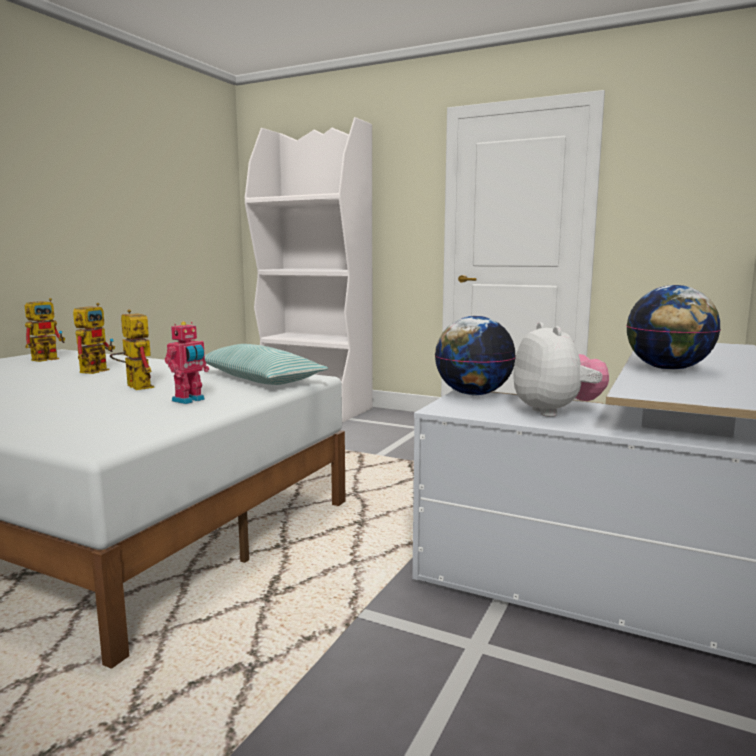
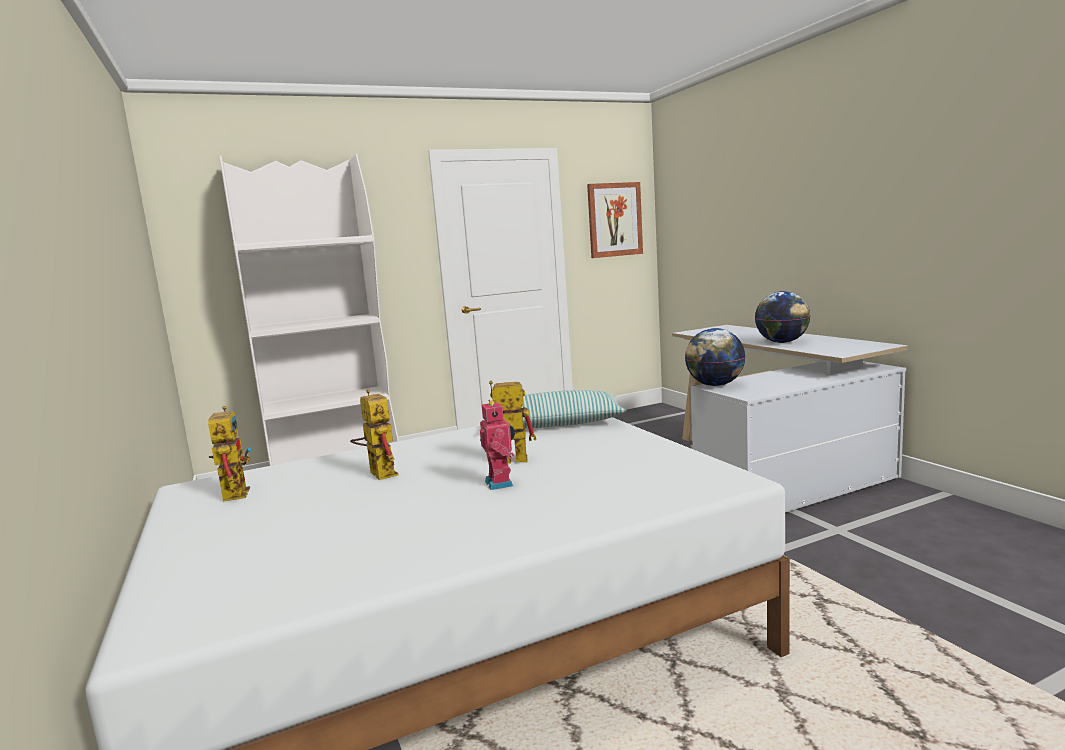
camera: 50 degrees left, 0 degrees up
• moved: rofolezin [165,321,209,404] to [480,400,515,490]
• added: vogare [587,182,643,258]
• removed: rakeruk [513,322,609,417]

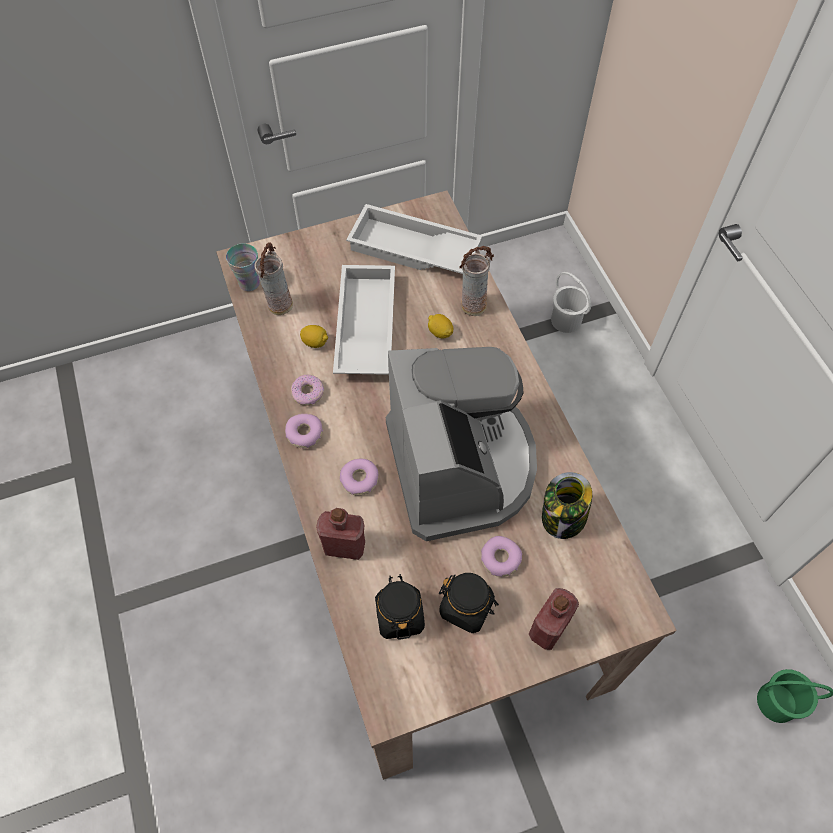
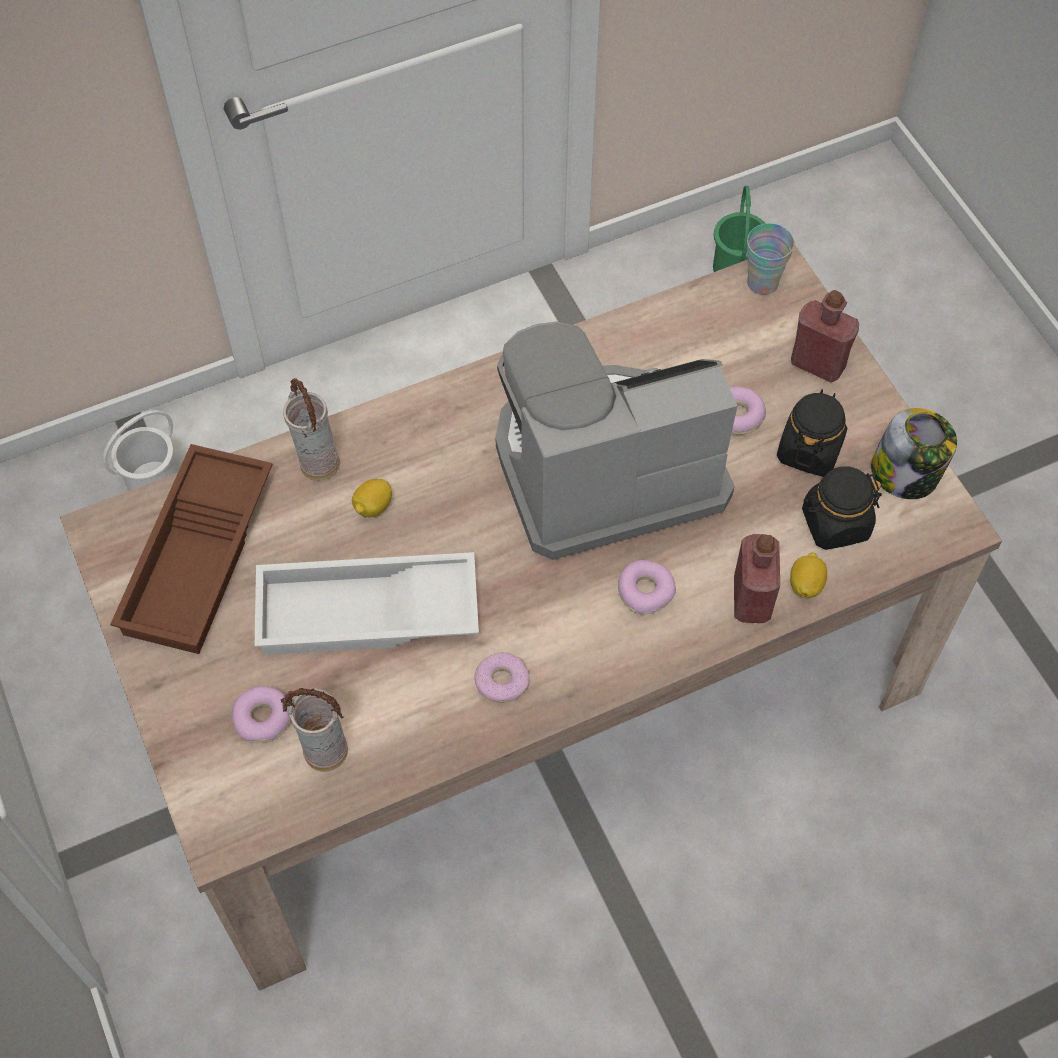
camera: 95 degrees left, 0 degrees up
• recoloured: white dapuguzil [346,204,482,274] to brown dapuguzil [110,444,273,654]
• moved: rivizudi [285,414,323,448] to [231,686,291,743]
• moved: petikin [226,243,260,291] to [747,223,795,295]
• moved: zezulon [300,325,328,348] to [790,552,827,598]
• moved: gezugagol [542,472,592,539] to [871,408,957,499]

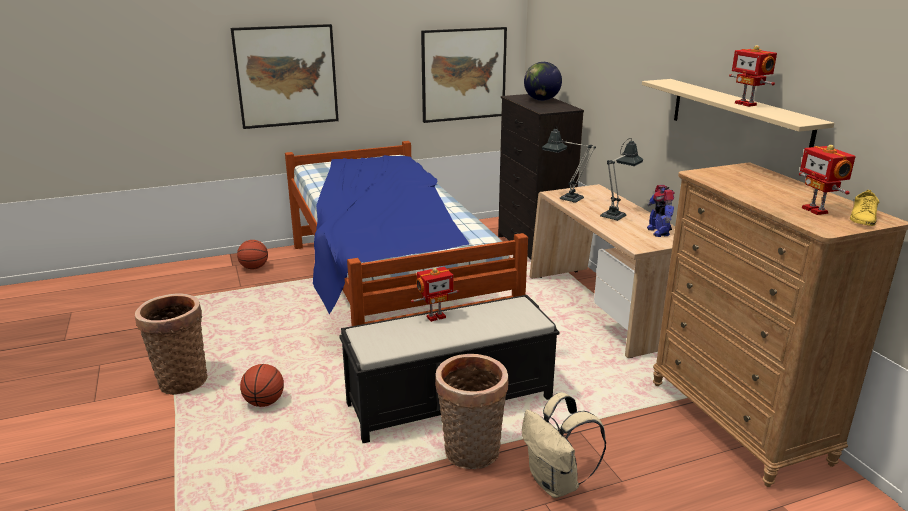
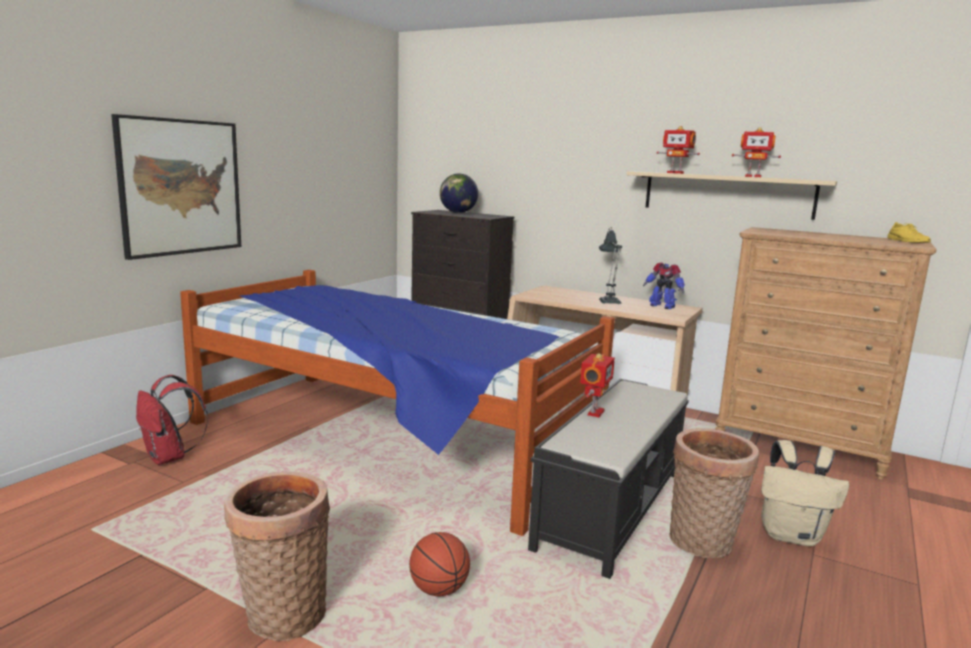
camera: 40 degrees left, 10 degrees down
• replaced: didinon [237,240,268,269] to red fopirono [136,375,208,465]
• moved: rofolezin [799,145,856,215] to [657,126,700,174]
• removed: vogare [421,27,507,123]
• removed: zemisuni [542,128,596,203]

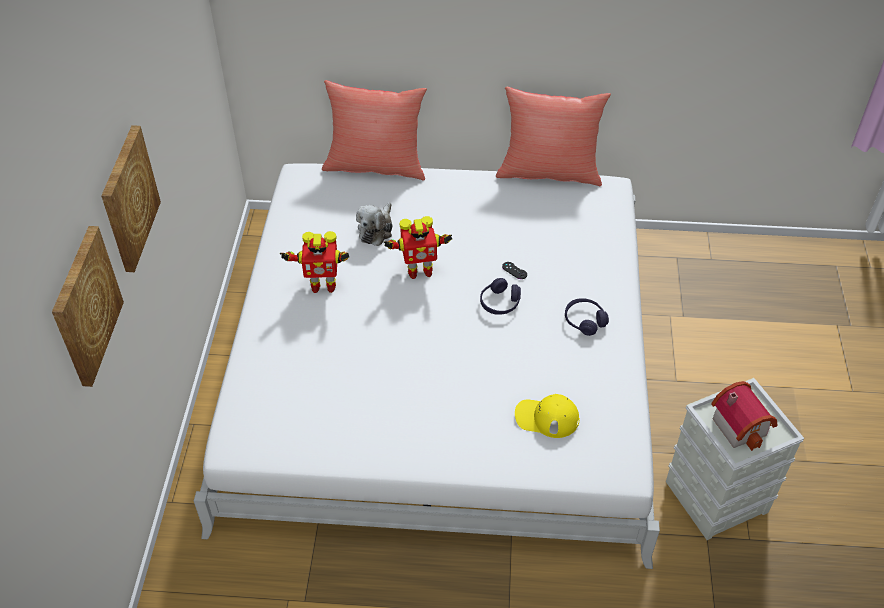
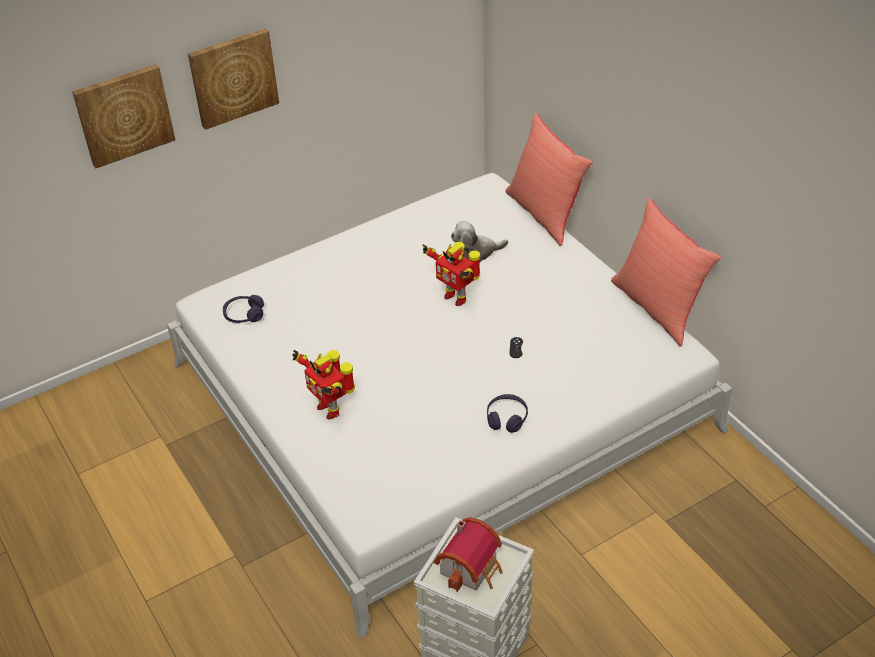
camera: 55 degrees right, 5 degrees down
• moved: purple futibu [480,278,521,315] to [223,295,264,323]
• moved: rofolezin [280,231,349,293] to [292,350,355,419]
• removed: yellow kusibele [515,394,580,438]

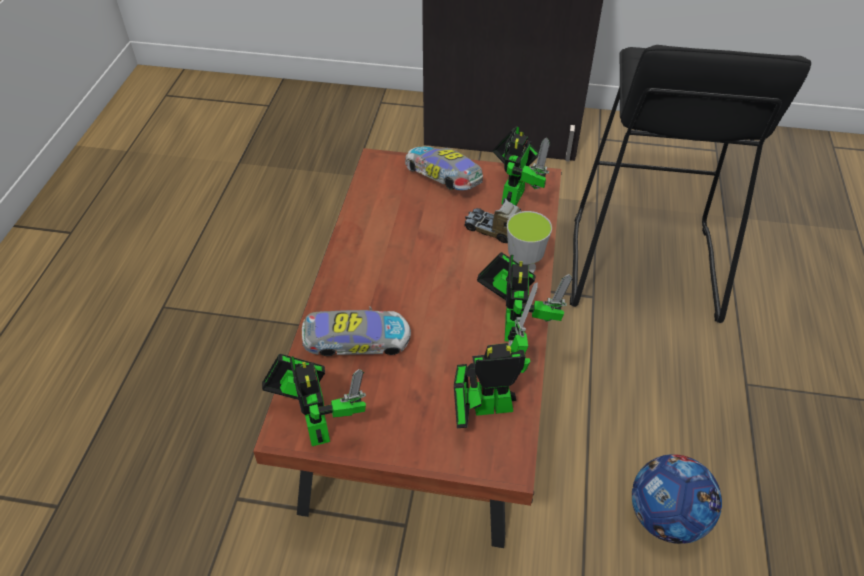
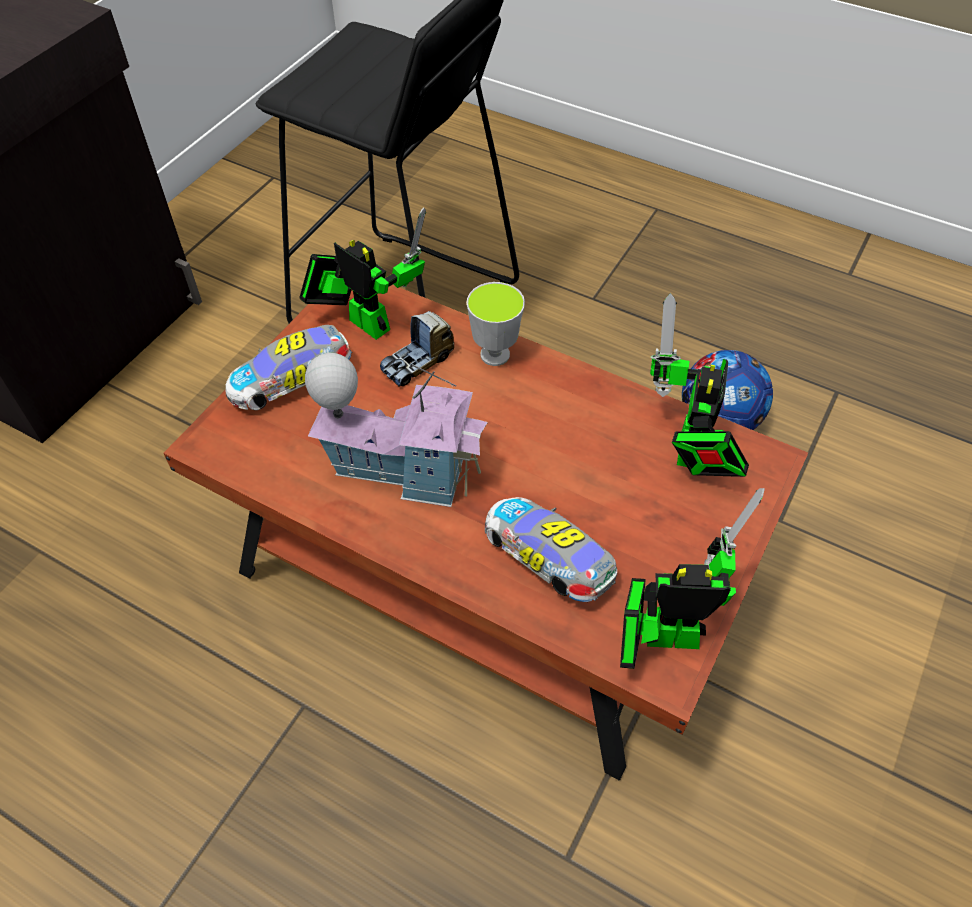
camera: 70 degrees left, 5 degrees up
• added: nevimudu [305,353,488,507]
• turned: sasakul [302,306,411,356] = [485,497,617,602] 60 degrees counterclockwise
• removed: rofolezin [477,252,573,342]

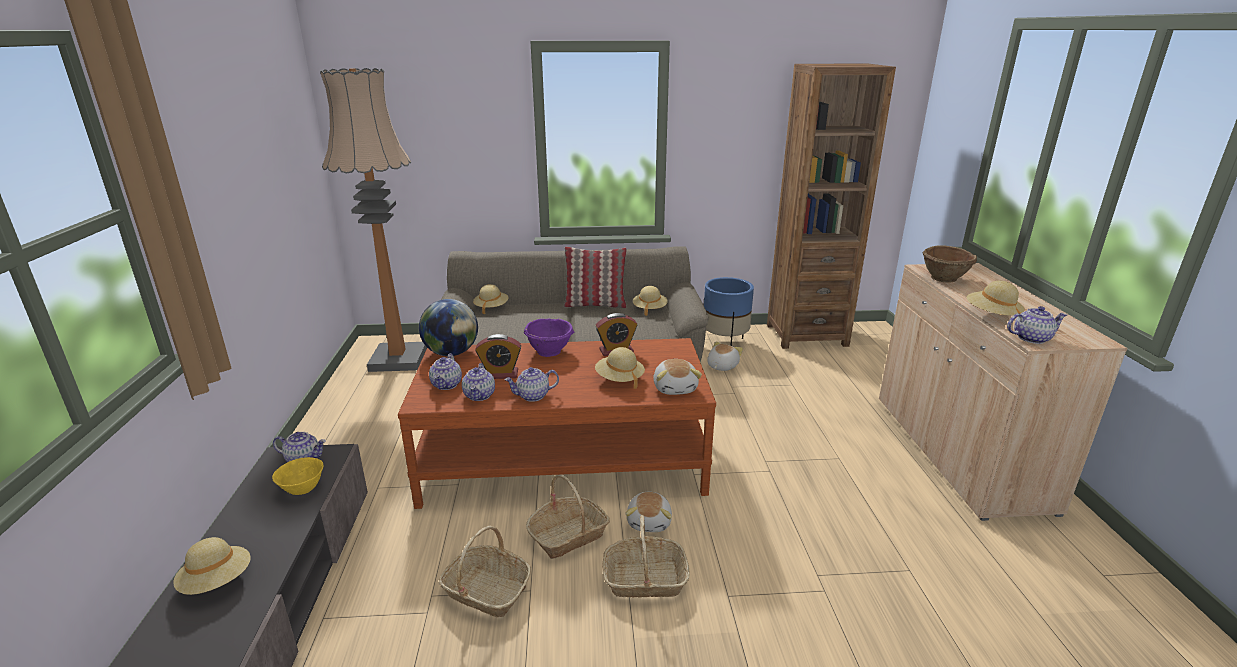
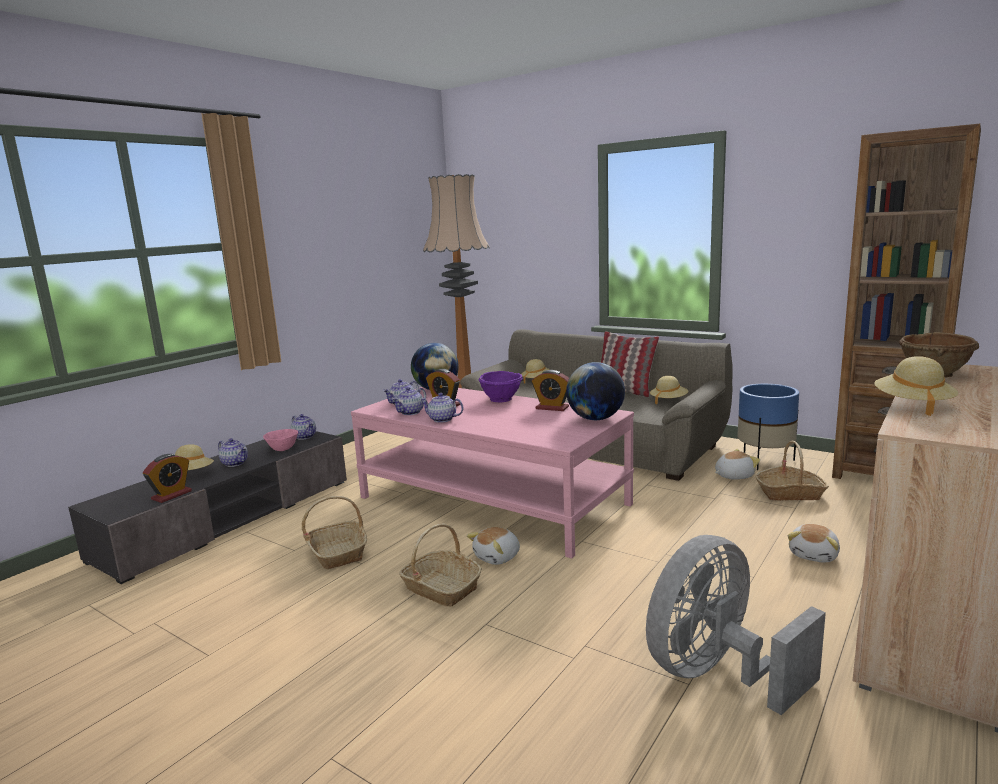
camera: 40 degrees right, 10 degrees down
• added: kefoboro [143,454,192,503]
• moved: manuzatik [1007,306,1067,344] to [218,438,248,467]
• recoloured: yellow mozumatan [272,457,324,495] to pink mozumatan [263,429,298,451]
• recoloured: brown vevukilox [398,338,716,509] to pink vevukilox [351,387,634,558]
• added: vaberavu [566,362,625,420]
• added: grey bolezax [646,535,826,715]
• moved: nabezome [526,474,610,559] to [755,441,829,501]
• moved: rakeruk [653,359,702,395] to [787,524,840,563]
• removed: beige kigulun [595,347,645,389]

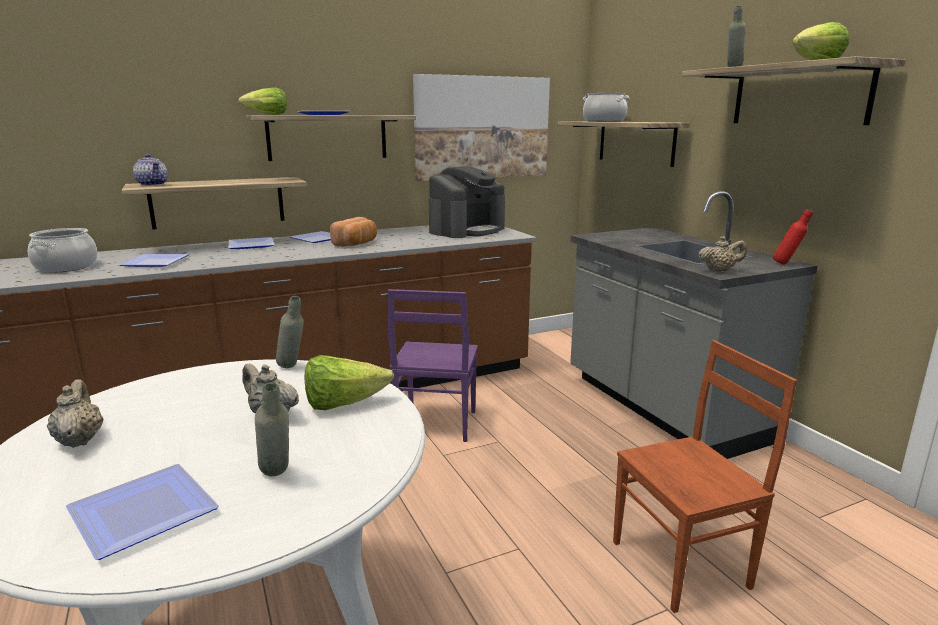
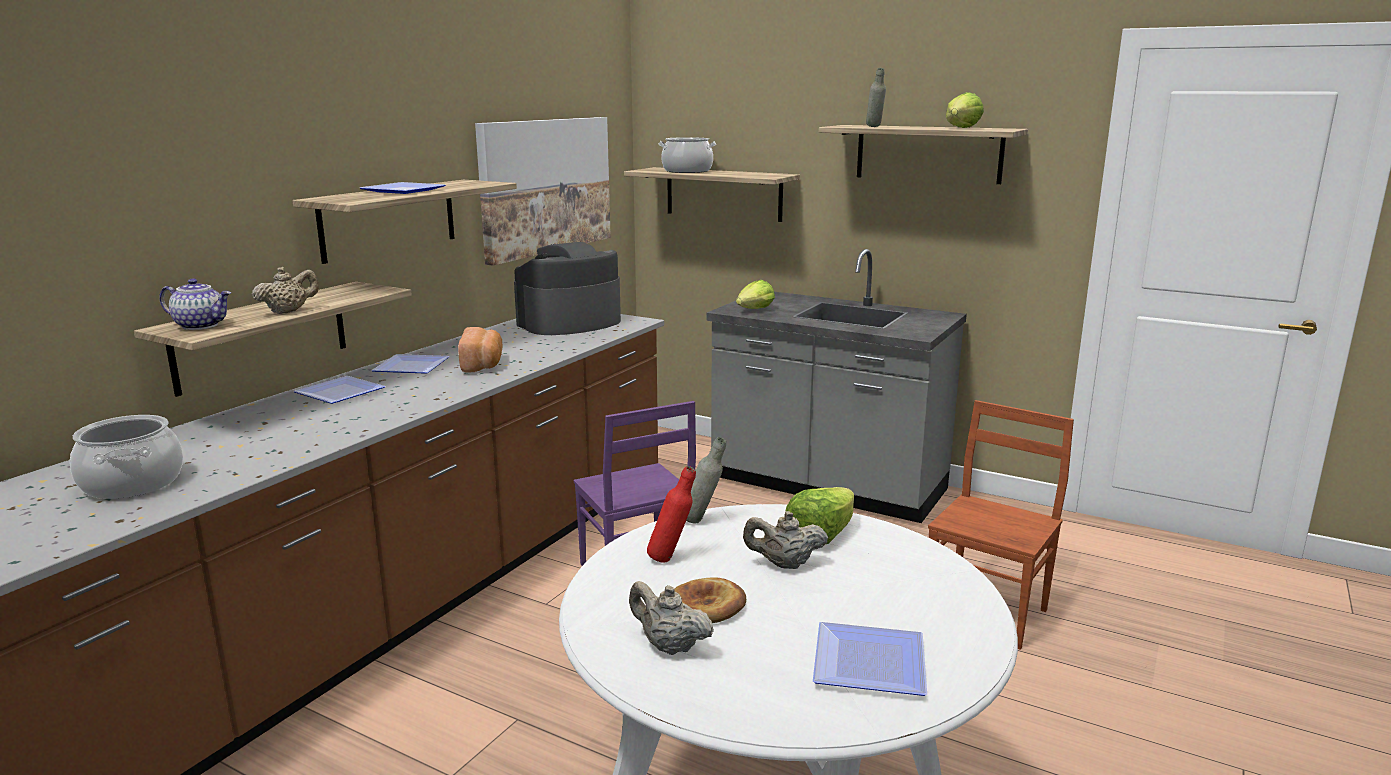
camera: 35 degrees left, 0 degrees up
• moved: beige manuzatik [698,236,747,272] to [252,267,319,314]
• turned: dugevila [429,166,505,238] = [514,242,621,335] 135 degrees counterclockwise
• moved: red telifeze [773,209,813,265] to [647,466,696,563]
• added: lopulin [674,577,746,623]
• moved: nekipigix [238,88,287,115] to [736,280,775,309]
• removed: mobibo [119,254,189,267]
• removed: grey telifeze [255,382,289,476]

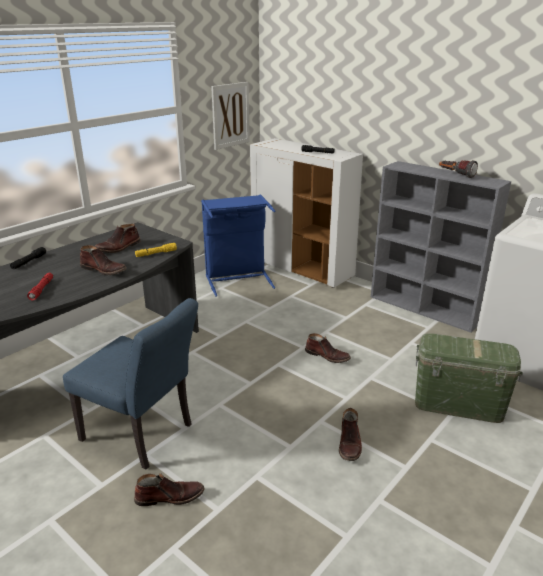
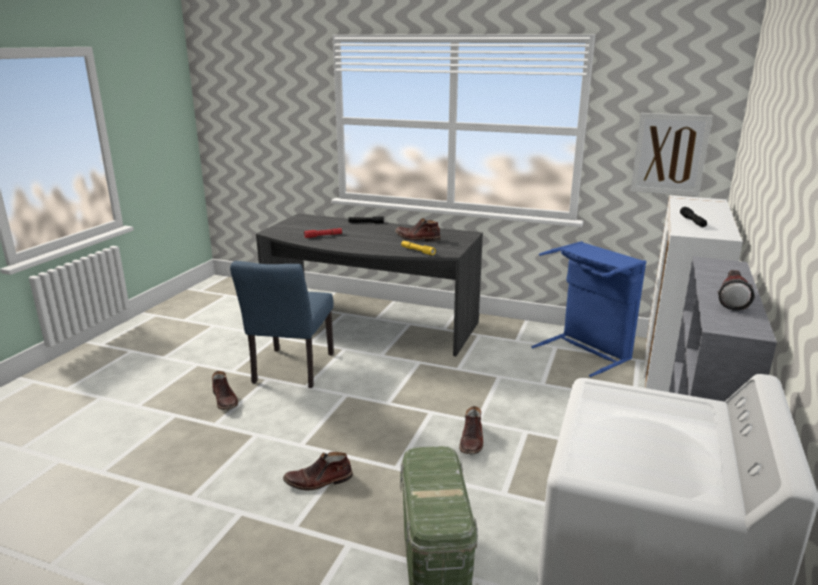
camera: 70 degrees right, 5 degrees down
• removed: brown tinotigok [80,245,127,275]

